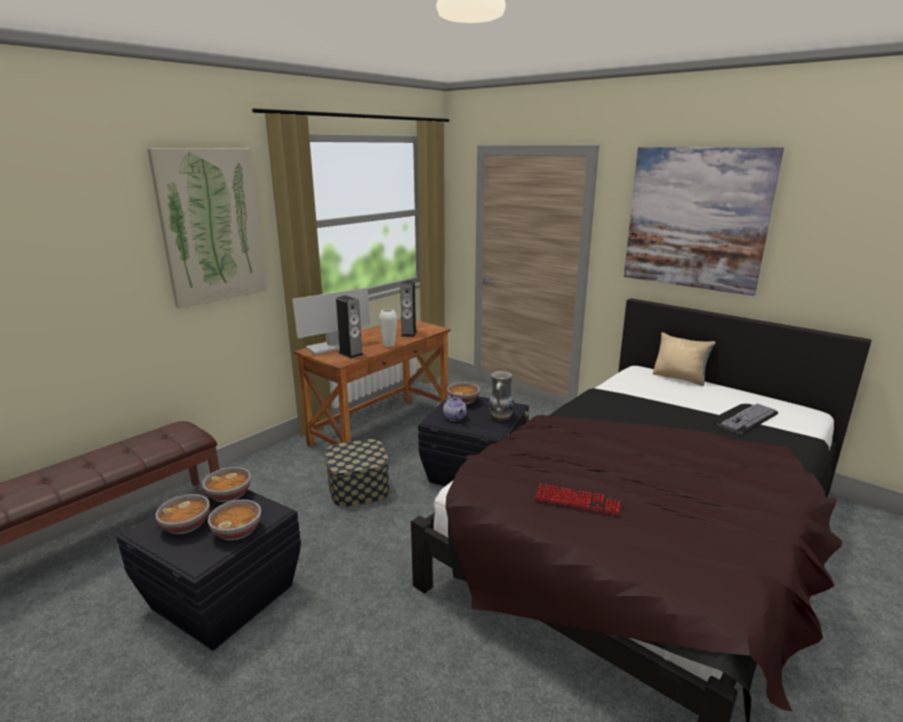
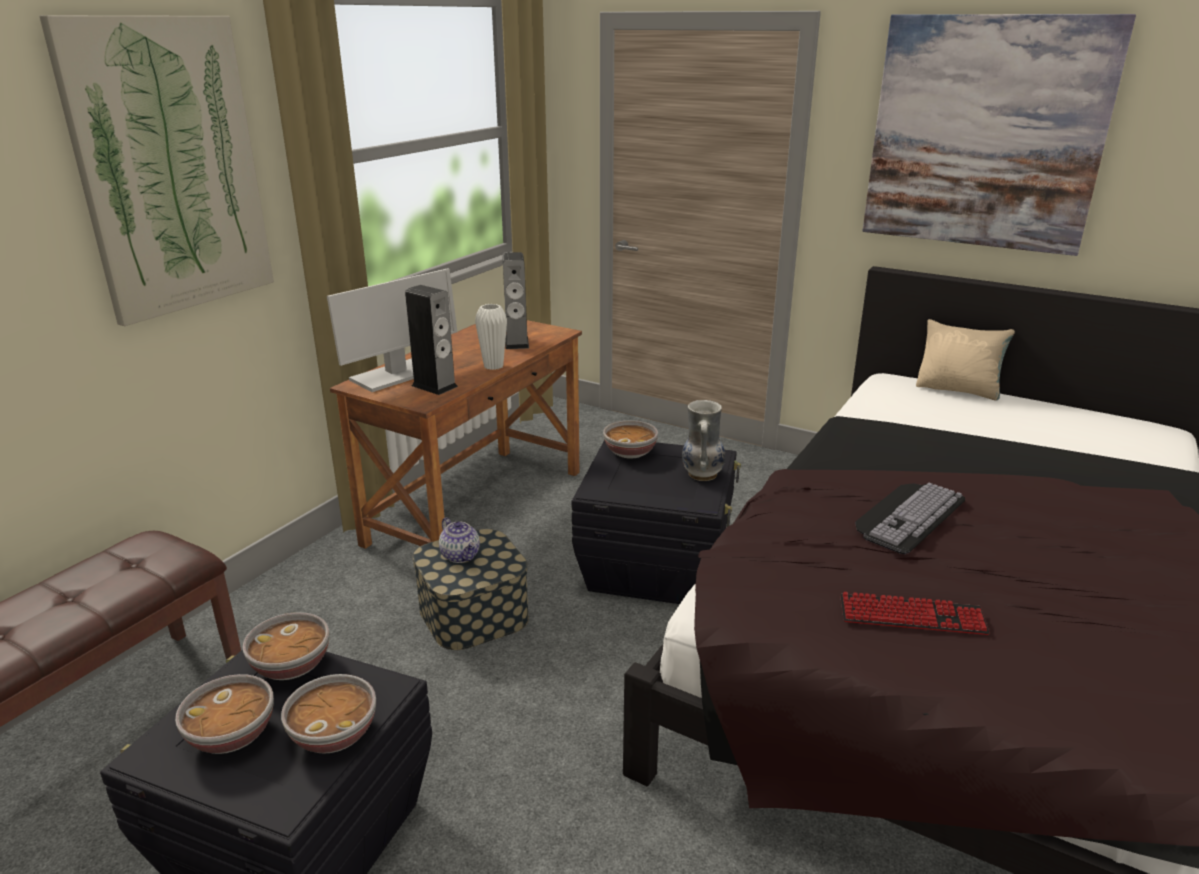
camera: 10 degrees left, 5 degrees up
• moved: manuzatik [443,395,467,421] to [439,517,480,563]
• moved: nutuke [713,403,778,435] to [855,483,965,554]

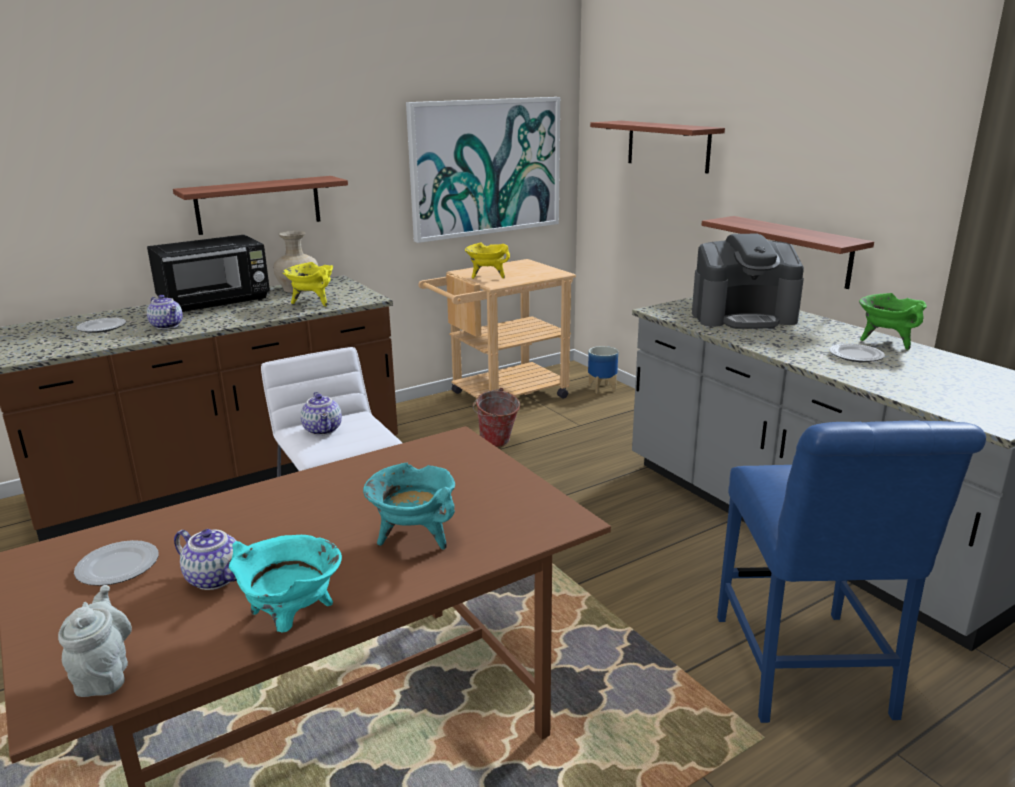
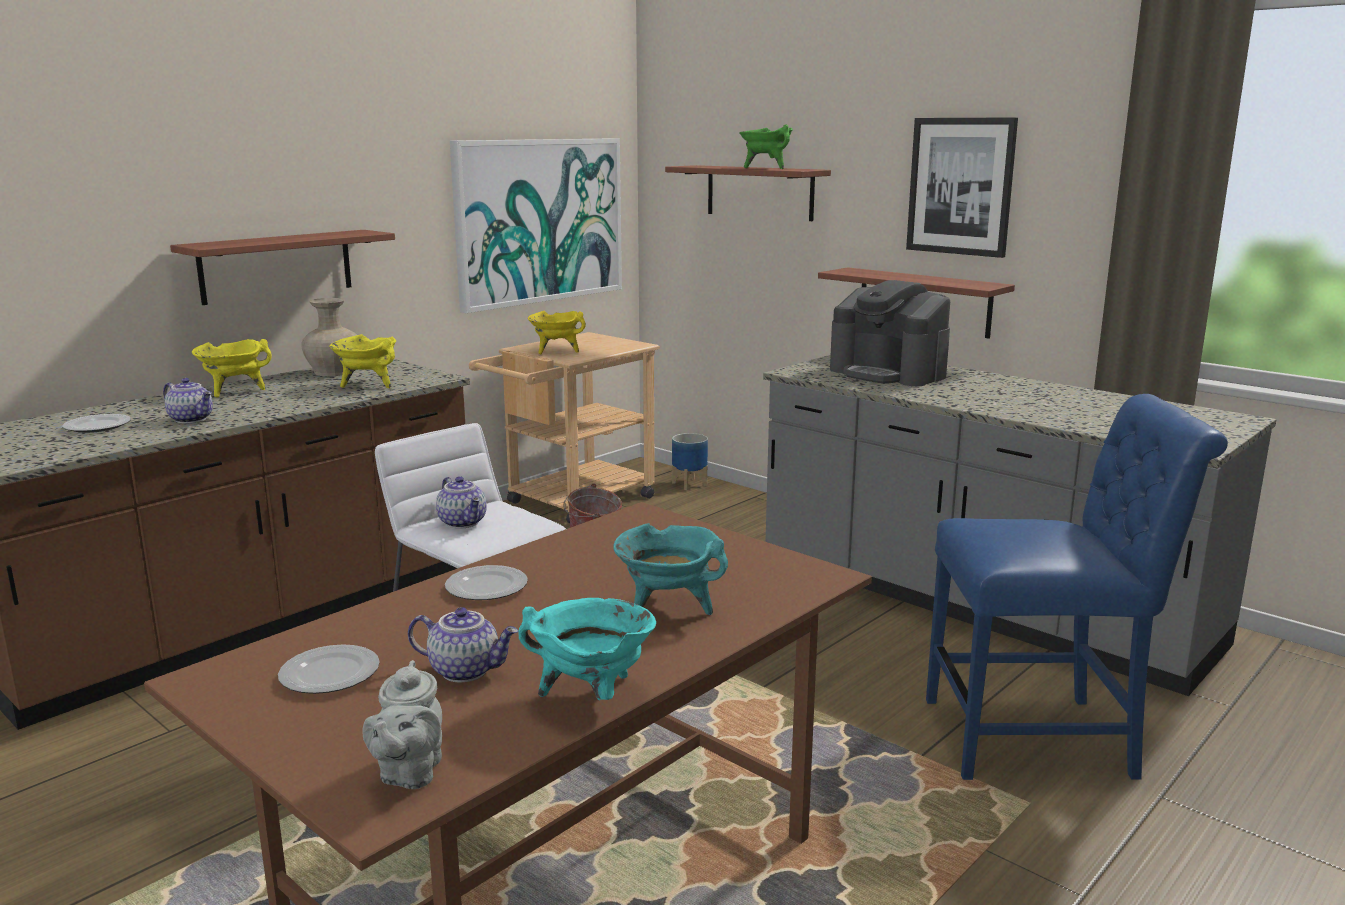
camera: 15 degrees left, 5 degrees down
• replaced: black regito [147,235,270,312] to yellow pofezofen [192,339,272,397]
• turned: grey manuzatik [58,585,132,697] = [362,660,442,789] 150 degrees counterclockwise
• moved: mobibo [829,344,885,362] to [445,565,528,600]
• moved: green pofezofen [859,293,927,350] to [739,124,793,169]
• turned: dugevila [692,233,804,329] = [830,280,950,386] 60 degrees clockwise
• added: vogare [906,117,1018,258]
• turned: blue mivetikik [717,420,986,723] = [926,394,1228,780] 75 degrees counterclockwise

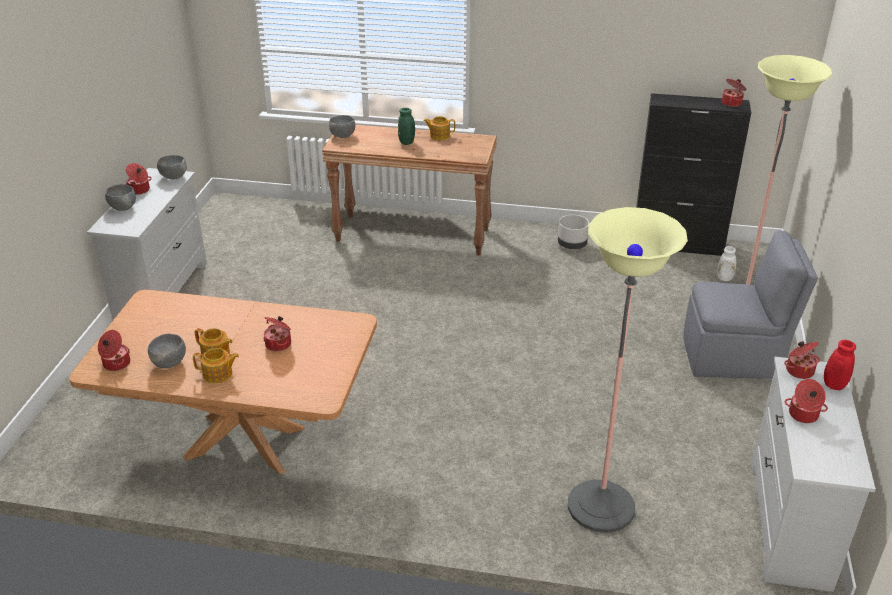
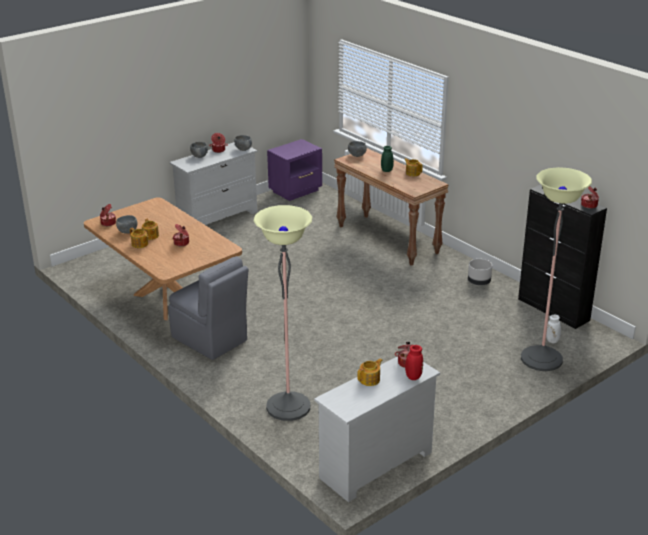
camera: 40 degrees right, 5 degrees down
• moved: grey mivetikik [683,231,818,379] to [168,256,249,360]
• added: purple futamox [267,139,322,201]
• replaced: pofezofen [785,379,828,423] to manuzatik [357,359,383,386]

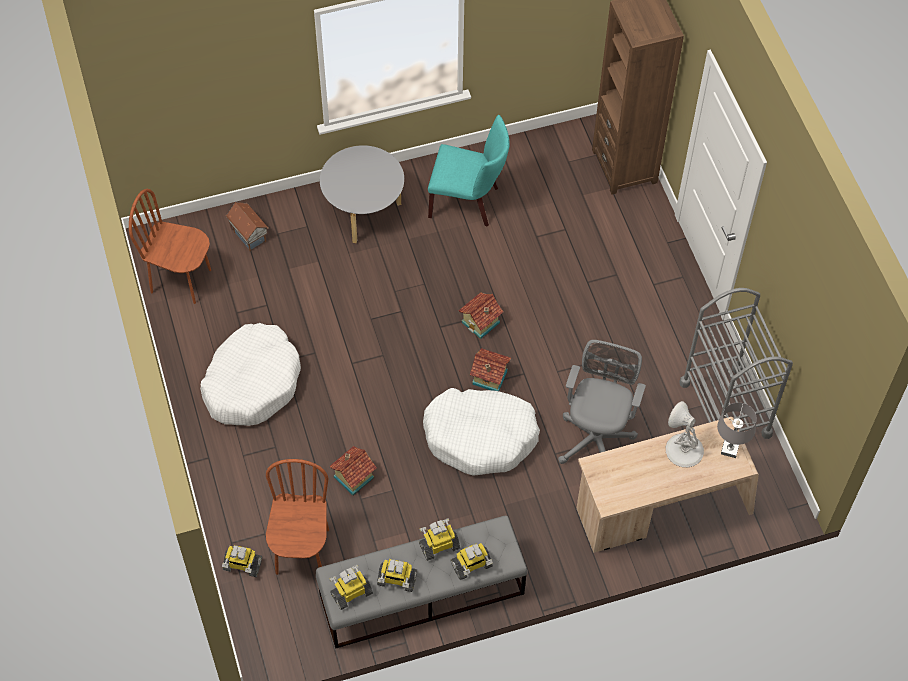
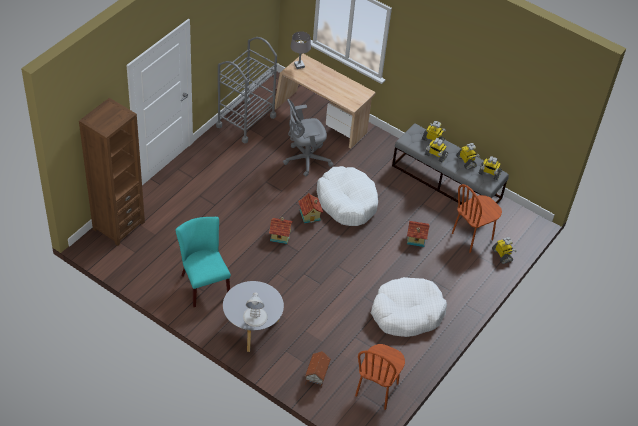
camera: 130 degrees left, 10 degrees down
• moved: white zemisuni [666,401,704,467] to [243,293,268,327]
• turned: brown mivetikik [129,189,211,304] = [355,344,405,410] 45 degrees clockwise

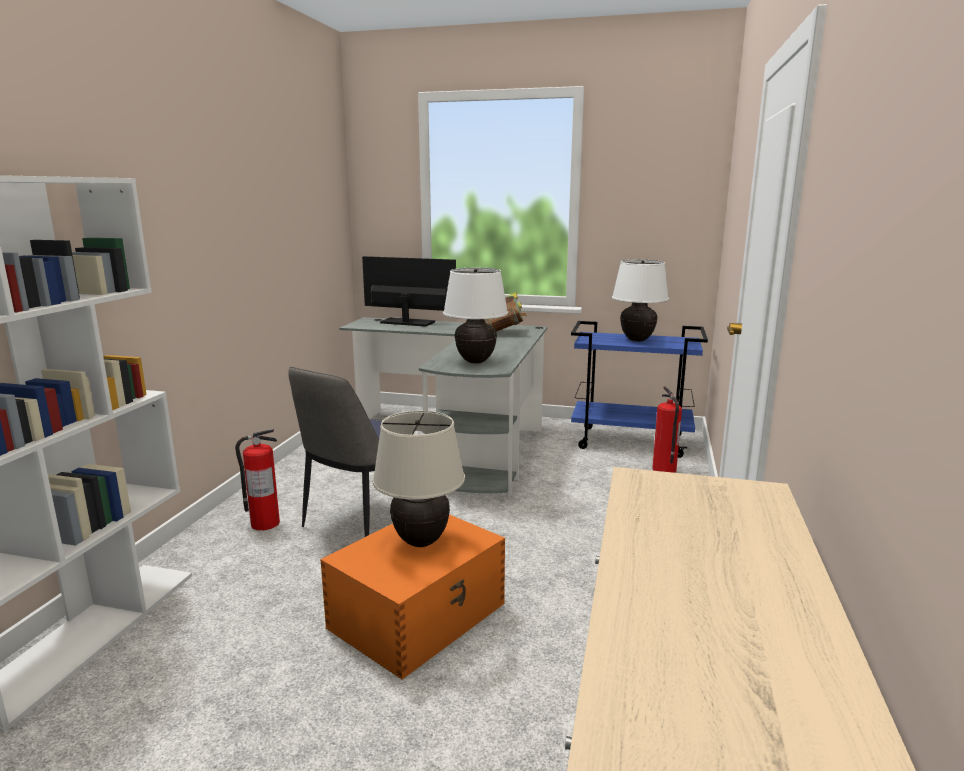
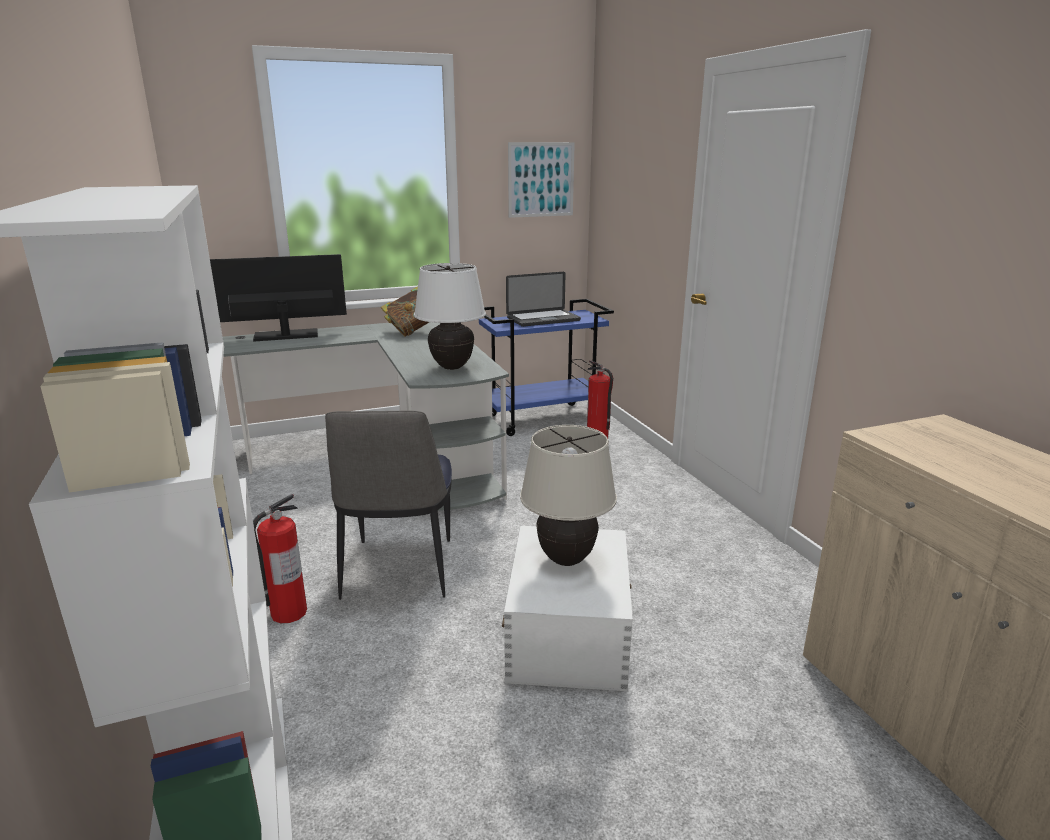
camera: 35 degrees left, 5 degrees up
• recoloured: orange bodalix [320,515,505,679] to white bodalix [502,526,633,691]
• replaced: white zemisuni [612,260,669,342] to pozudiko [506,272,581,327]
• added: vogare [508,142,575,218]

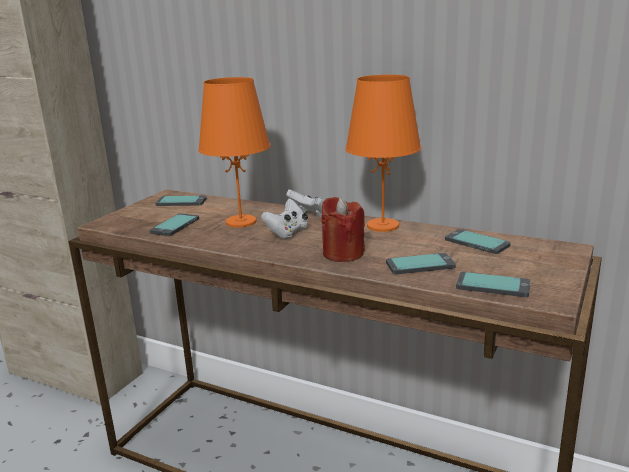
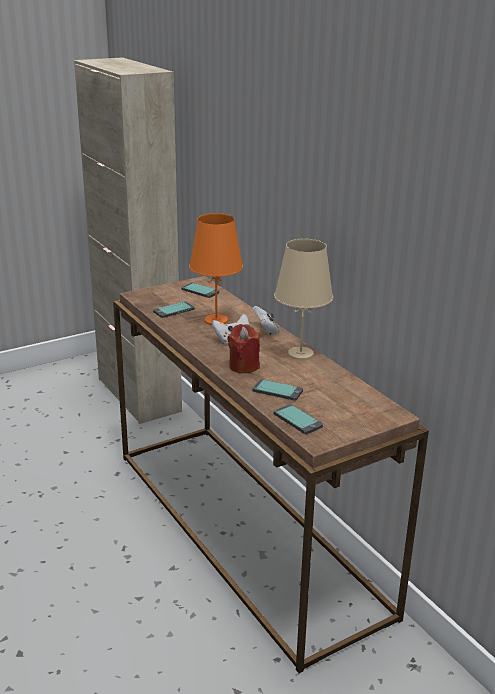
camera: 30 degrees right, 5 degrees up
• recoloured: orange zemisuni [345,75,421,232] to beige zemisuni [274,239,333,360]
• removed: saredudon [445,229,511,254]

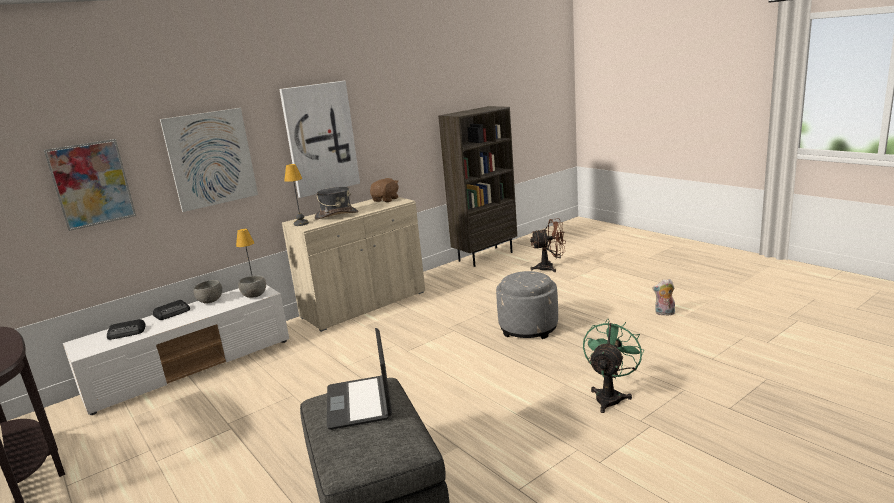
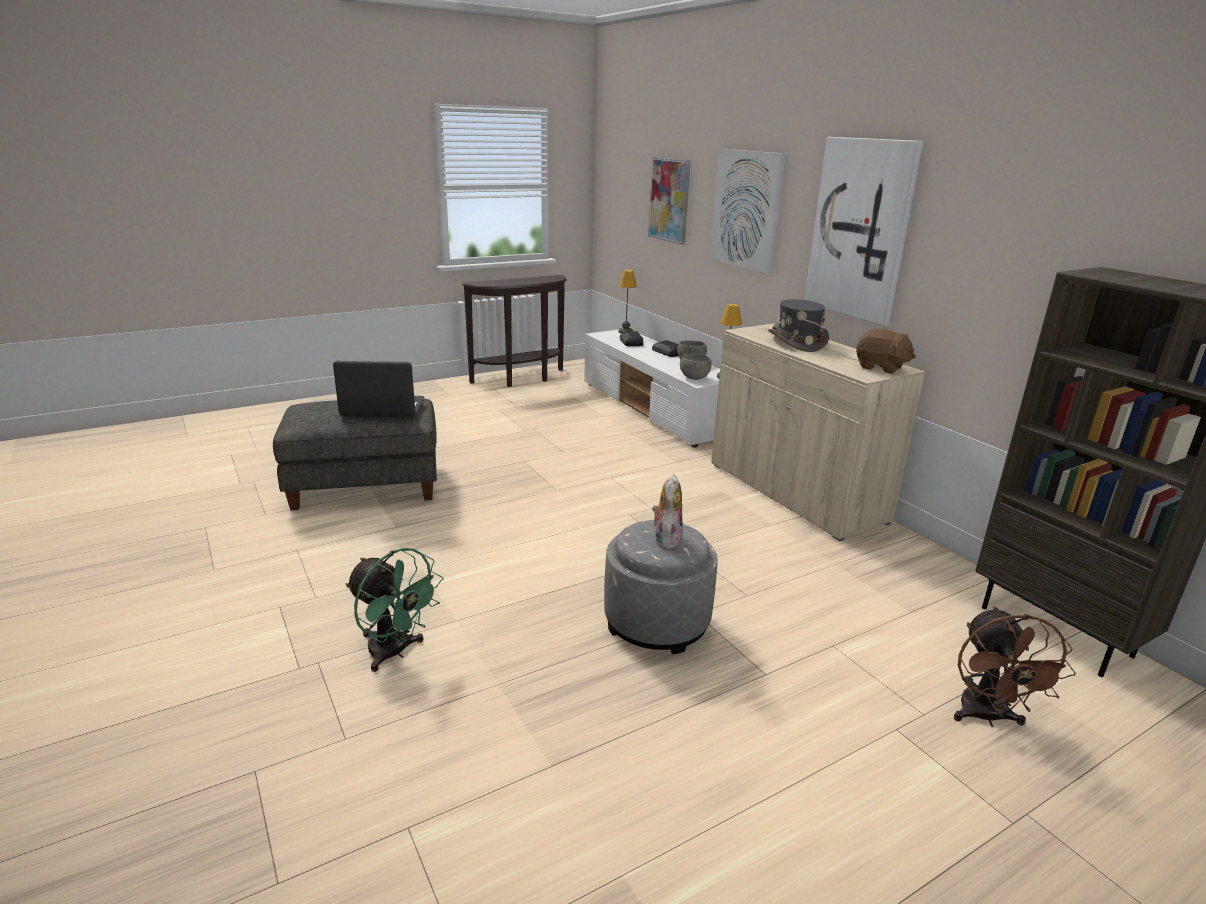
camera: 95 degrees right, 5 degrees up
• moved: zemisuni [284,164,309,226] to [618,270,637,333]
• moved: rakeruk [652,279,675,316] to [652,474,683,549]

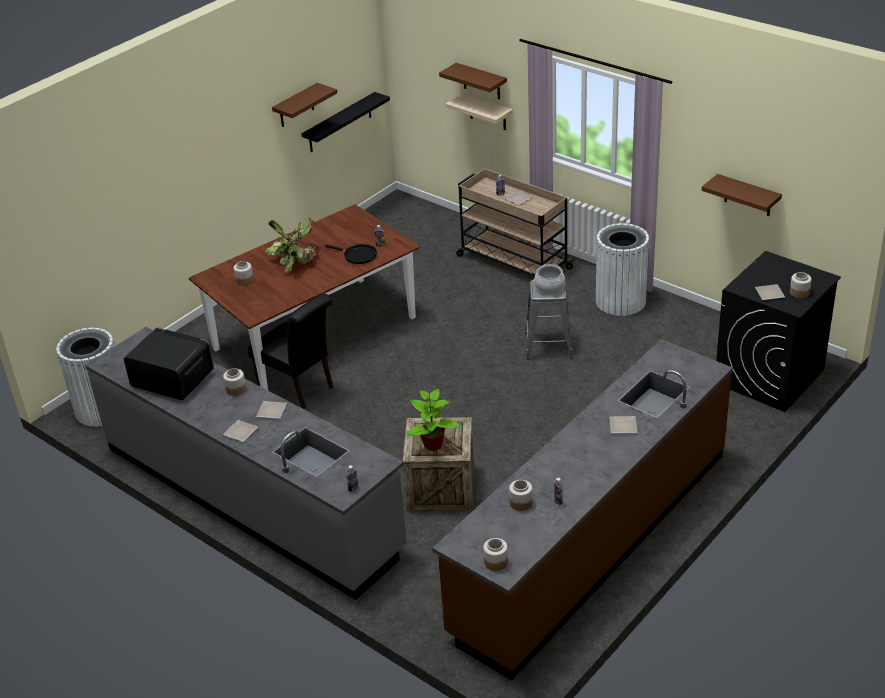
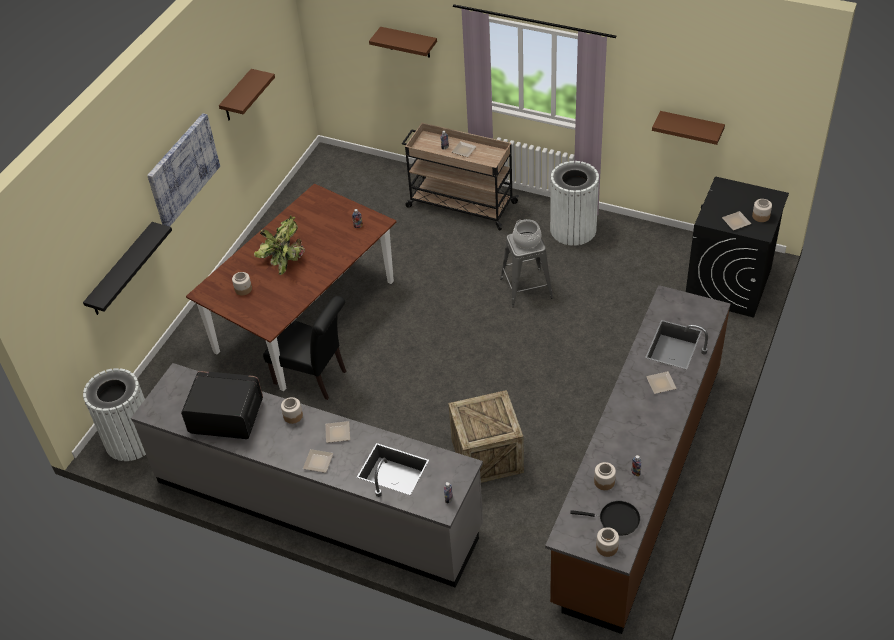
camera: 15 degrees left, 10 degrees up
• moved: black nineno [301,92,390,152] to [83,222,172,315]
• added: vogare [147,113,220,226]
• moved: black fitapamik [325,244,377,264] to [570,501,640,536]
• removed: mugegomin [407,389,461,451]
• removed: beige nineno [446,93,513,130]

